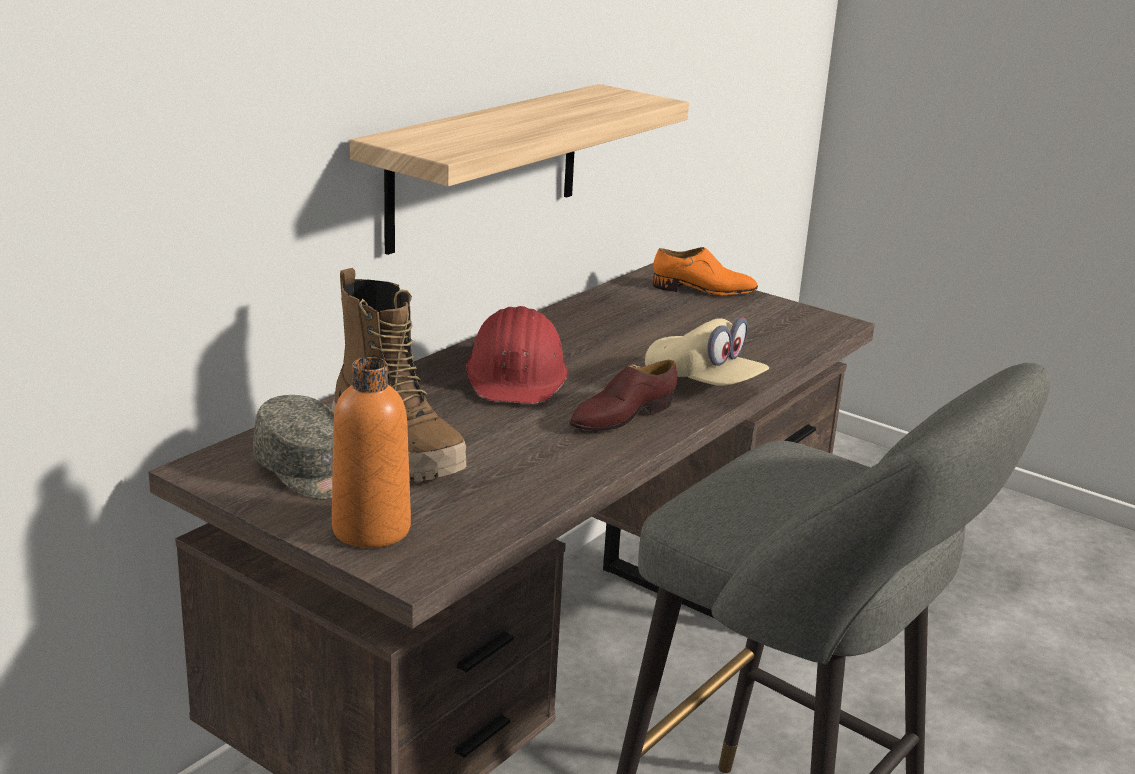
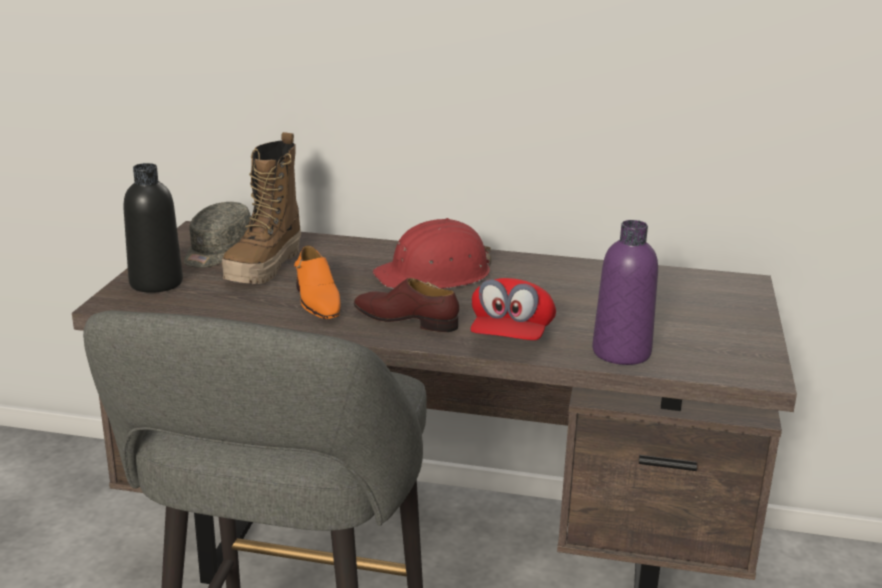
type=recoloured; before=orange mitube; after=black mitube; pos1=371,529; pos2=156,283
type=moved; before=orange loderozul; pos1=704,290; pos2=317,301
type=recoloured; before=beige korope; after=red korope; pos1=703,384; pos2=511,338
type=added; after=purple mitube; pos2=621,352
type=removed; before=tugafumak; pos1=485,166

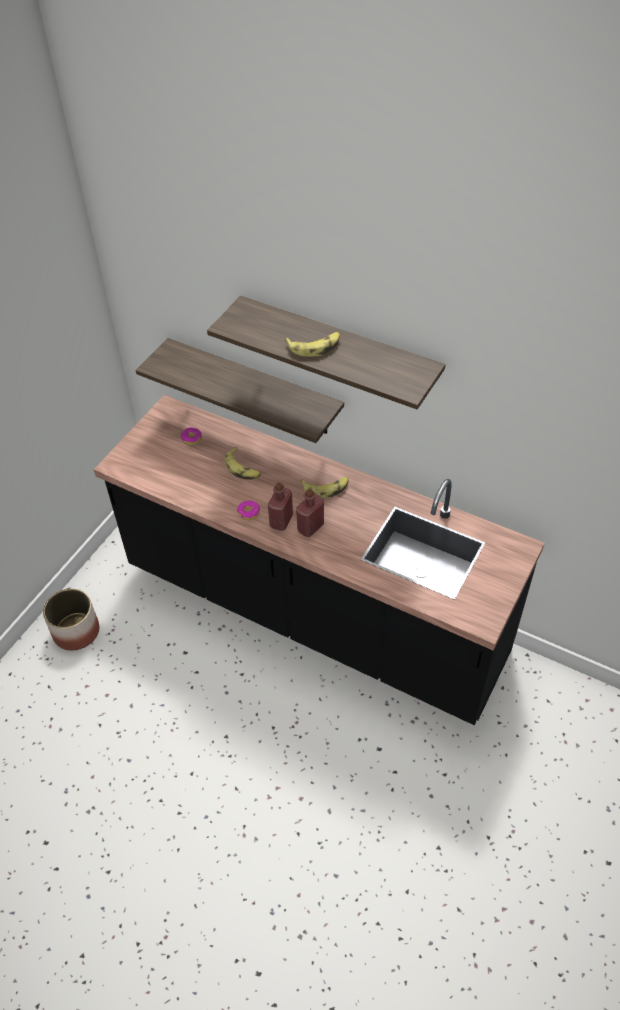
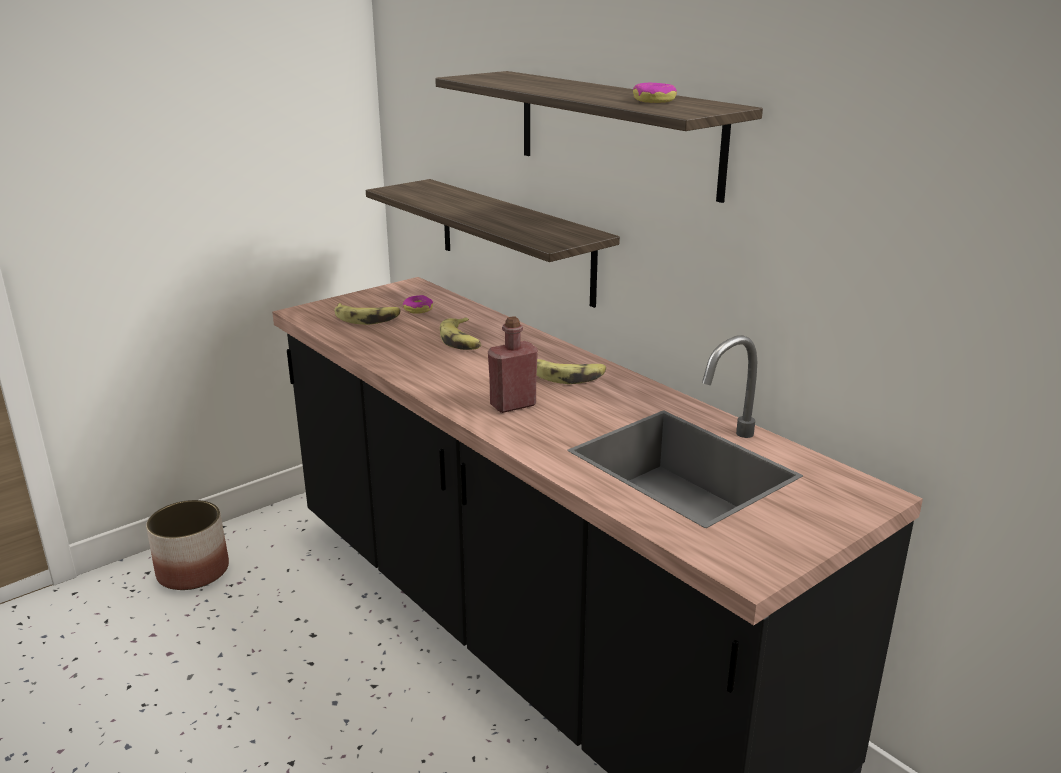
type=moved; before=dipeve; pos1=315,347; pos2=367,318
type=moved; before=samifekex; pos1=249,512; pos2=654,100
type=removed; before=red mitube; pos1=281,521

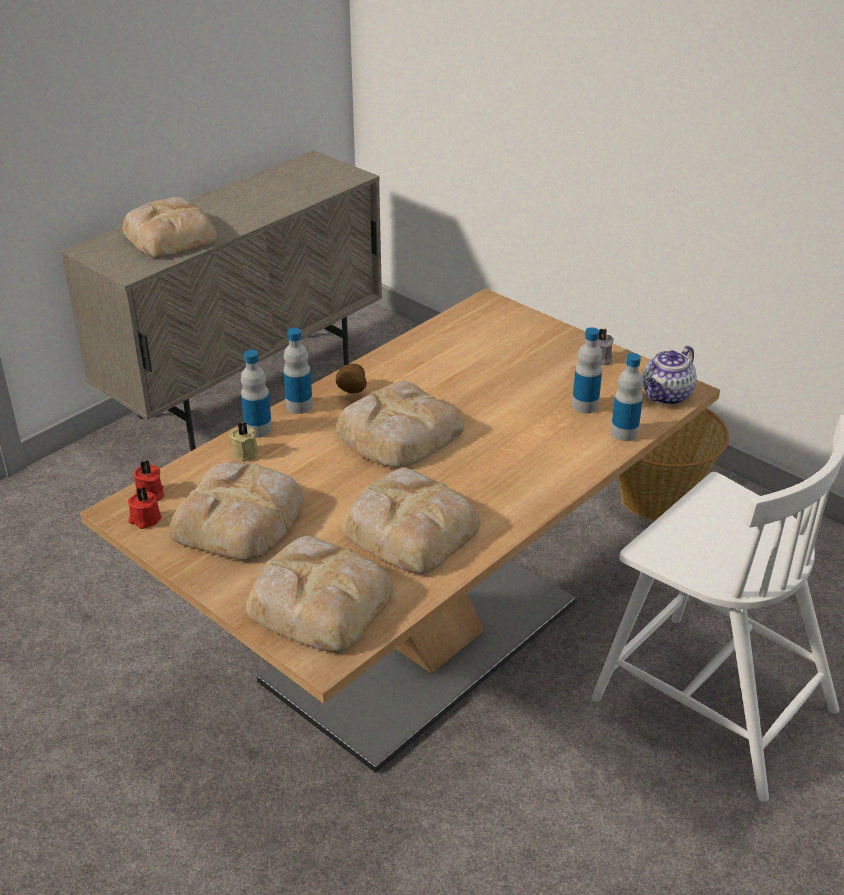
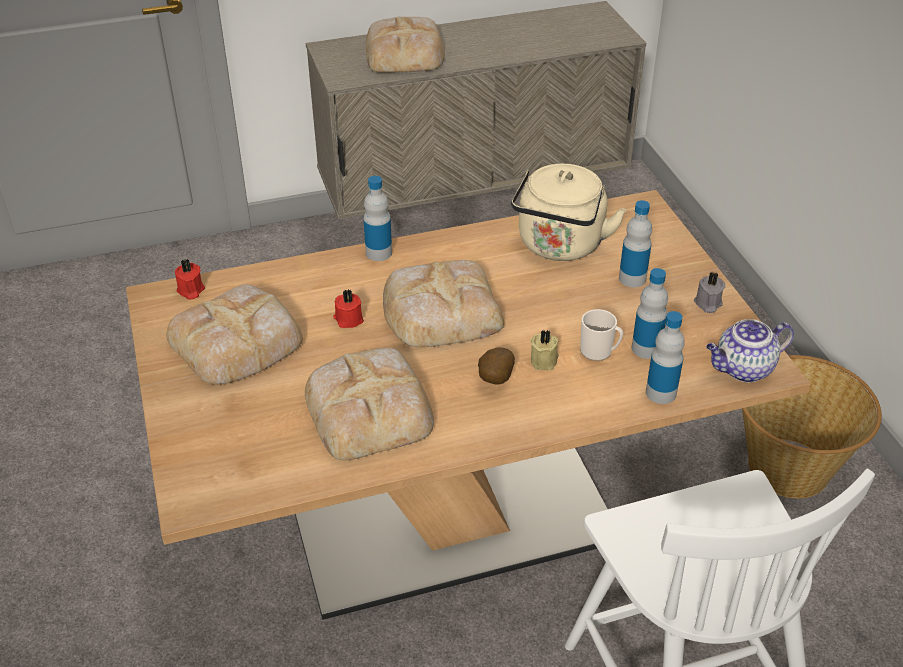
type=moved; before=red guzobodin; pos1=144,519; pos2=348,319
type=moved; before=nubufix; pos1=351,392; pos2=494,380
type=added; after=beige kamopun; pos2=559,246
type=moved; before=beige guzobodin; pos1=246,452; pos2=545,360
type=added; after=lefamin; pos2=599,352
type=moved; before=mitube; pos1=258,429; pos2=632,278
type=removed; before=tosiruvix; pos1=319,600

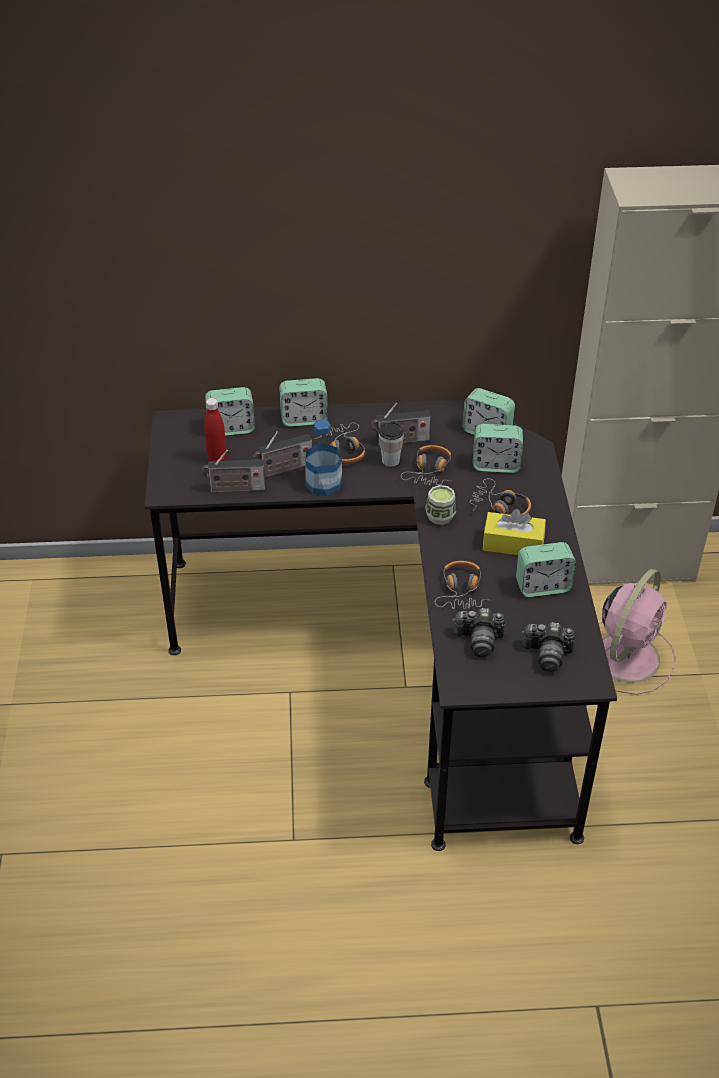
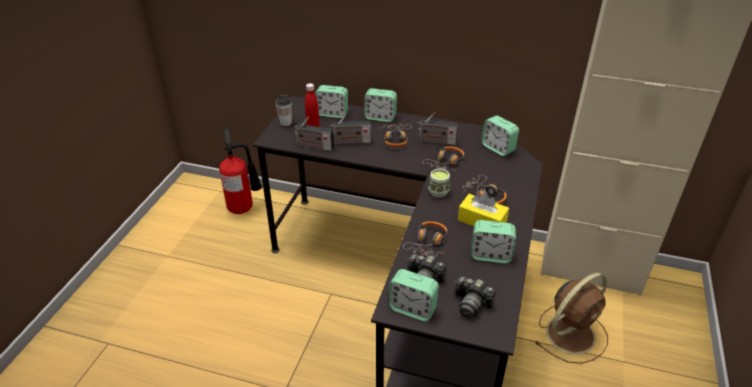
type=added; after=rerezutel; pos2=244,207
type=moved; before=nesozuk; pos1=390,460; pos2=285,122
type=moved; before=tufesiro; pos1=496,465; pos2=412,309
type=recoloured; before=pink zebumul; after=brown zebumul; pos1=628,655; pos2=572,333
type=removed; before=mitube; pos1=323,483

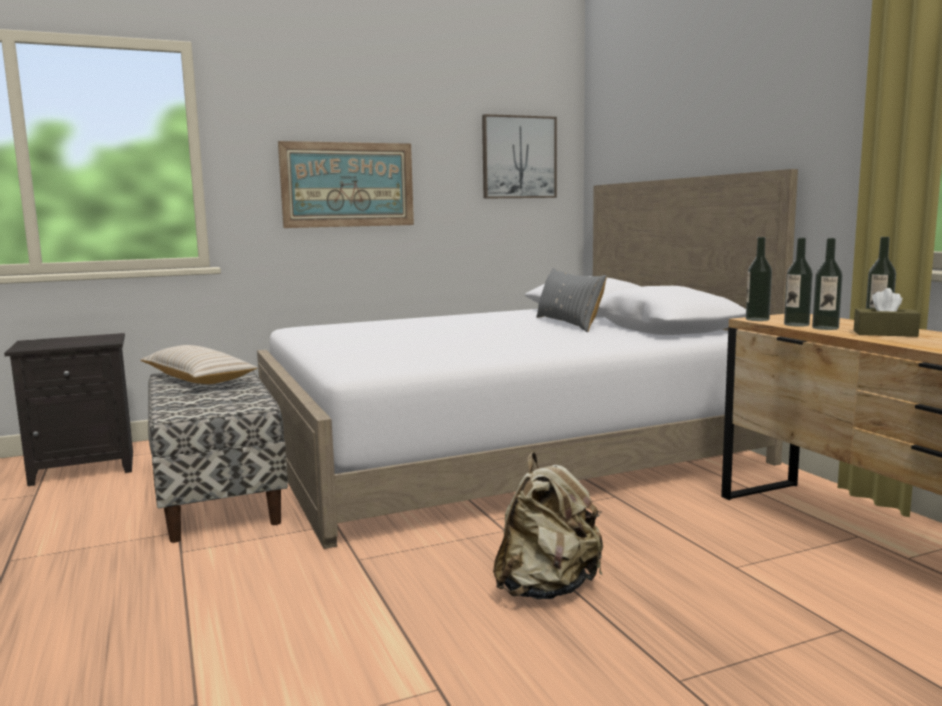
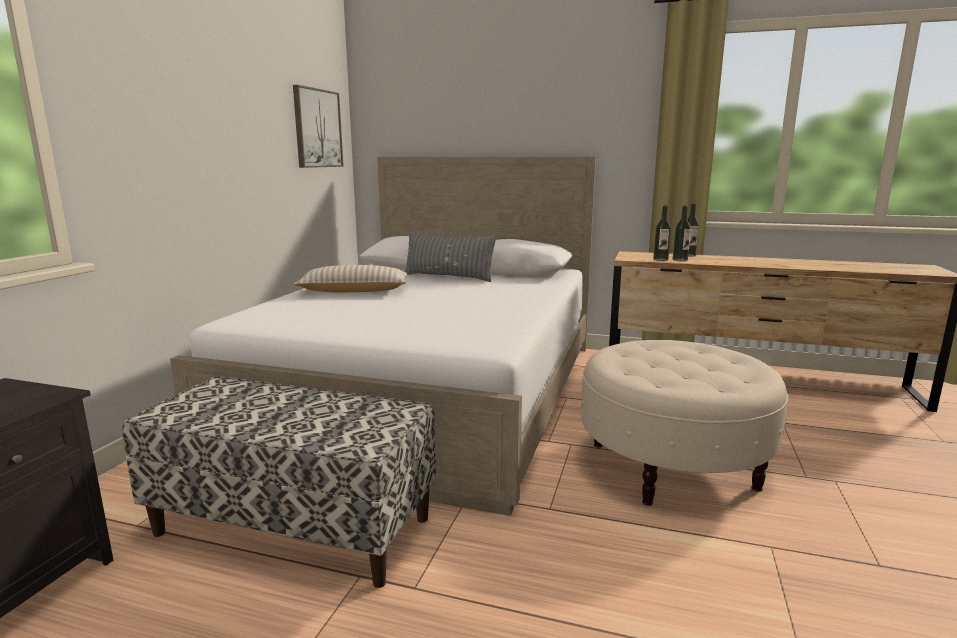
type=moved; before=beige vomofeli; pos1=198,379; pos2=354,291
type=replaced; before=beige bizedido; after=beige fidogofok; pos1=547,588; pos2=671,465
type=removed; before=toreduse; pos1=348,185
type=removed; before=mitube; pos1=757,319
type=removed; before=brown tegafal; pos1=885,333

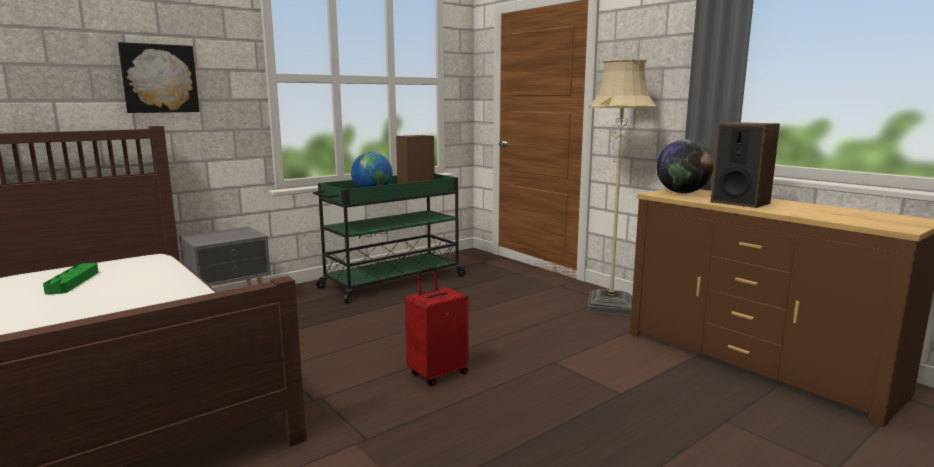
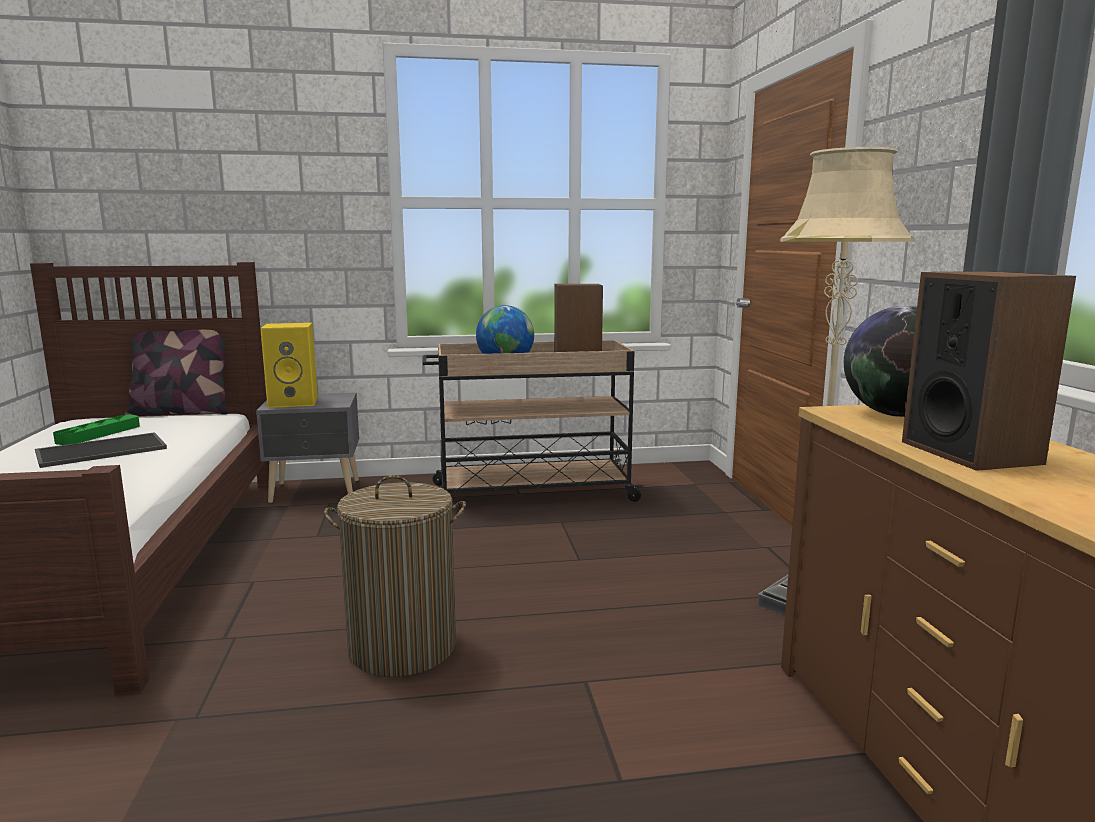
type=added; after=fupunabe; pos2=102,450
type=added; after=vomofeli; pos2=181,413
type=added; after=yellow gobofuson; pos2=294,402
type=replaced; before=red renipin; after=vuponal; pos1=437,374; pos2=403,647
type=recoloured; before=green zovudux; after=beige zovudux; pos1=391,282; pos2=530,493
type=removed; before=toreduse; pos1=159,78

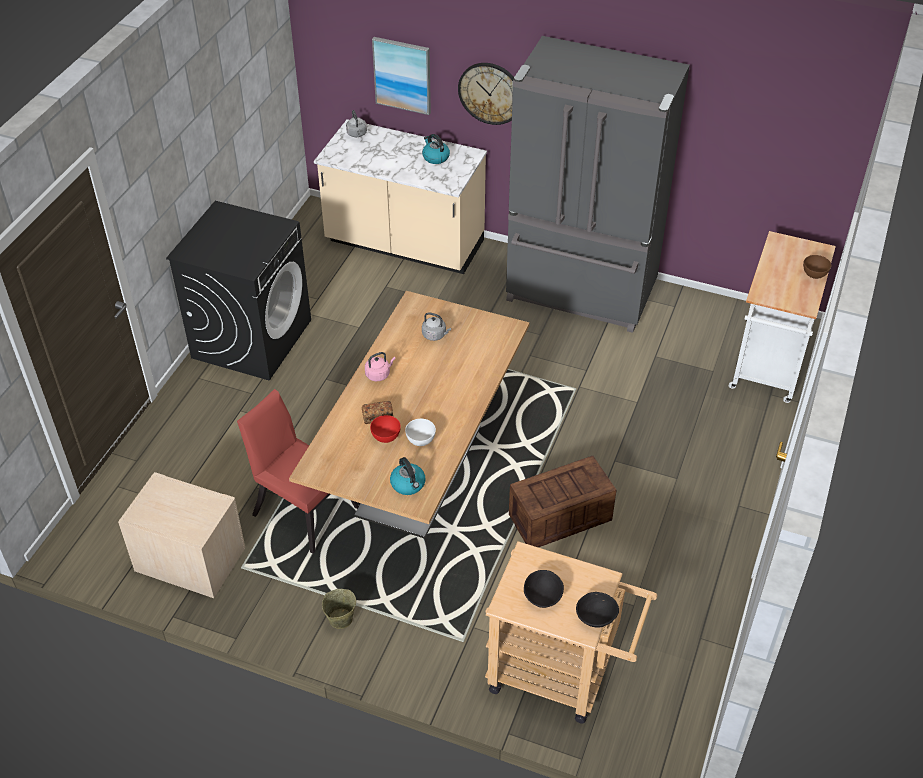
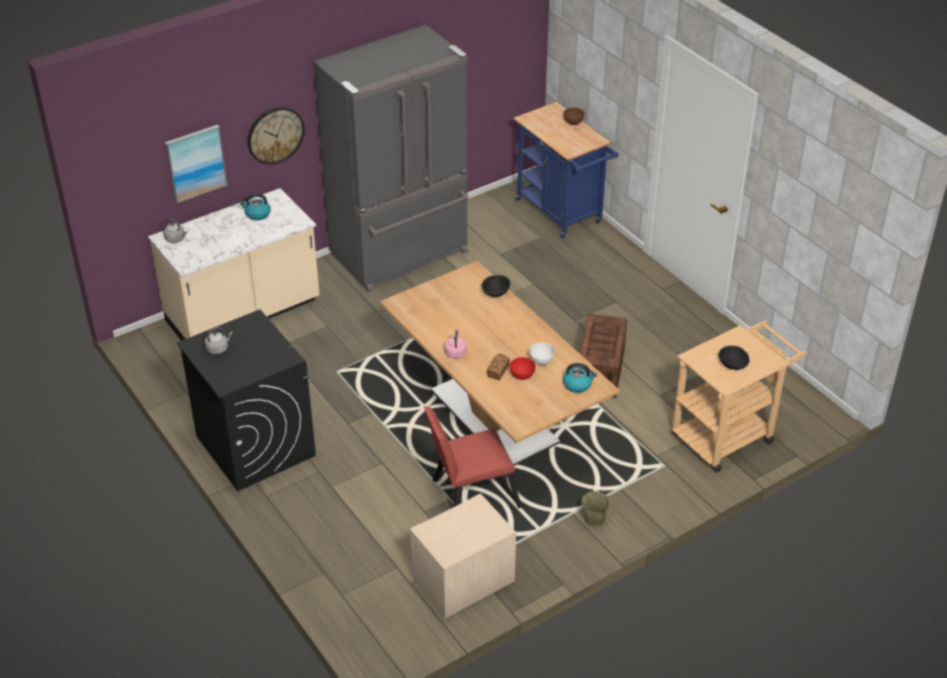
type=moved; before=grey kamopun; pos1=435,335; pos2=218,348
type=moved; before=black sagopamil; pos1=596,618; pos2=496,293
type=recoloured; before=white zovudux; after=blue zovudux; pos1=768,368; pos2=562,214

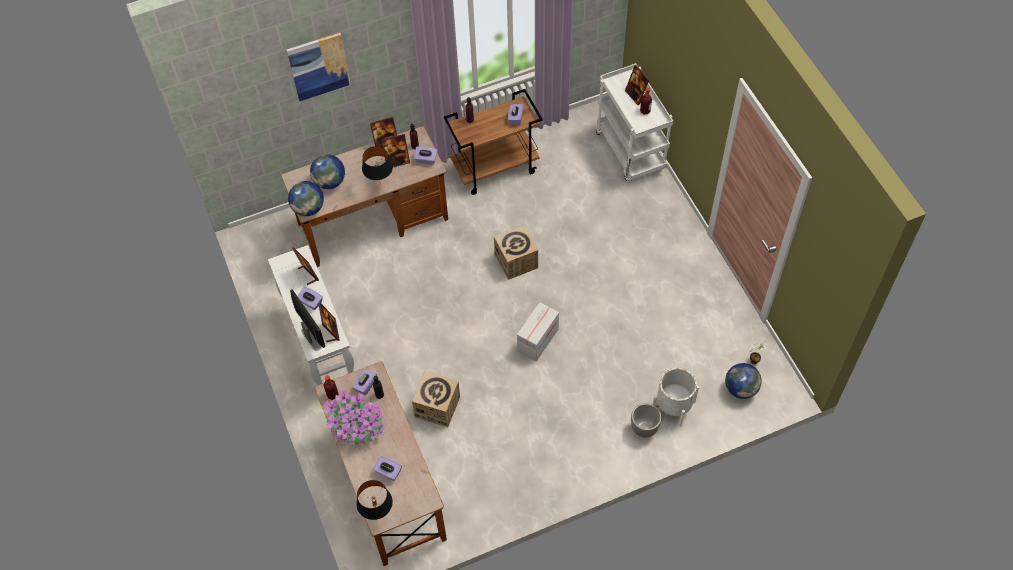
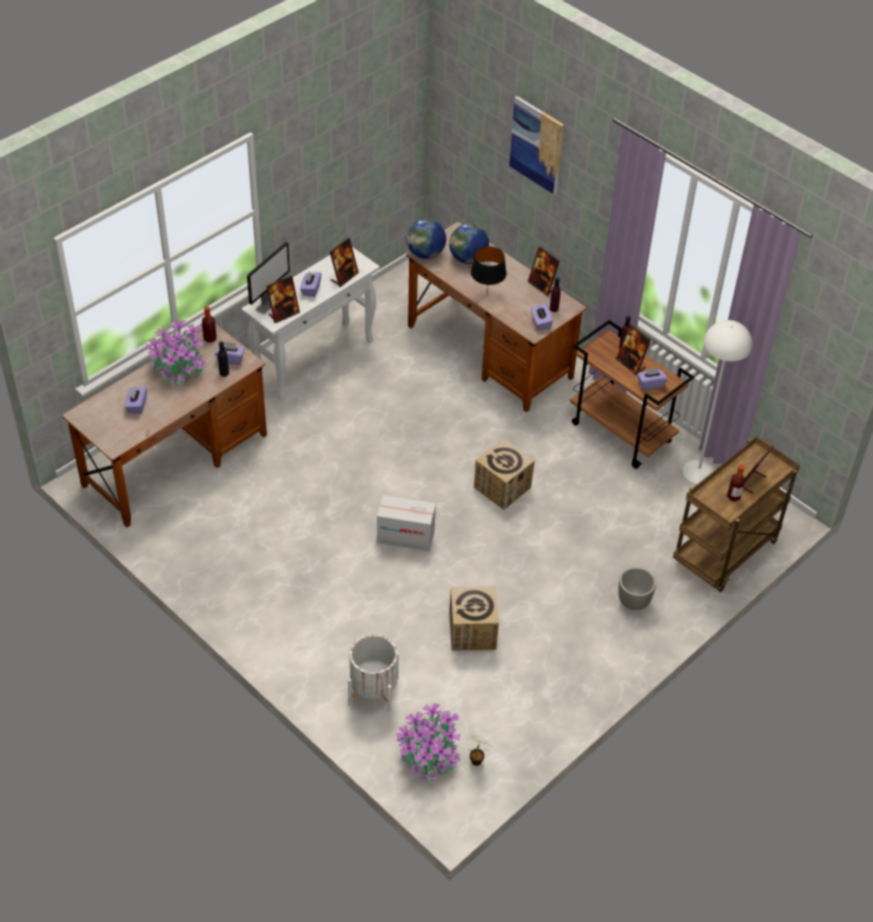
type=replaced; before=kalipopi; after=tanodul; pos1=740,388; pos2=429,756
type=moved; before=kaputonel; pos1=437,407; pos2=472,631
type=moved; before=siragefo; pos1=397,161; pos2=631,364
type=moved; before=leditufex; pos1=644,428; pos2=633,601
type=recoloured; before=white zovudux; after=brown zovudux; pos1=631,152; pos2=725,554
type=added; after=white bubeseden; pos2=699,472
type=removed; before=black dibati; pos1=378,514

